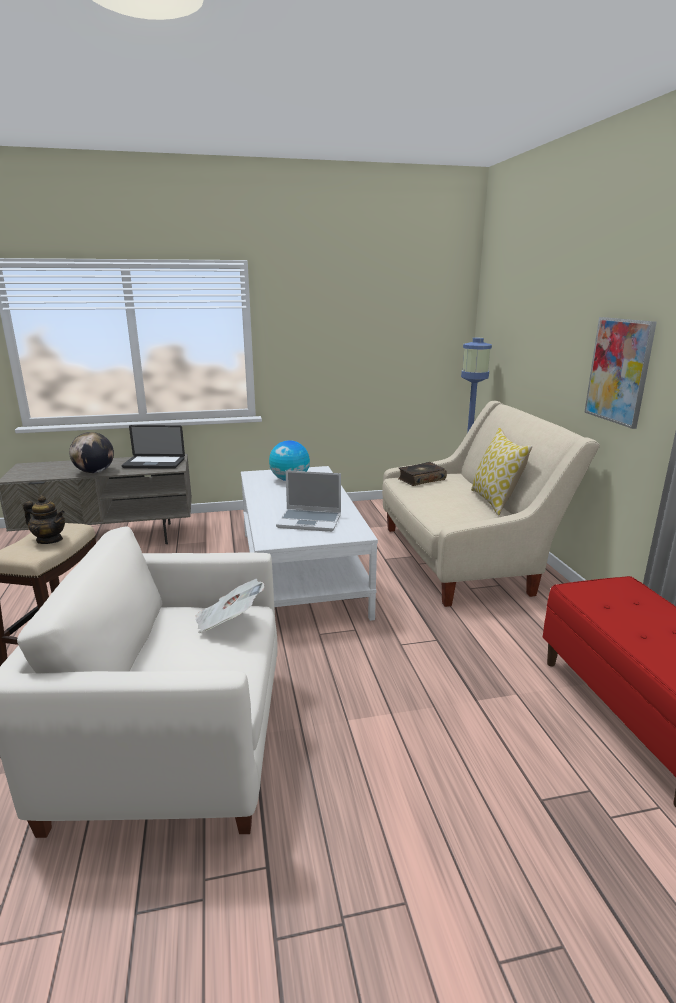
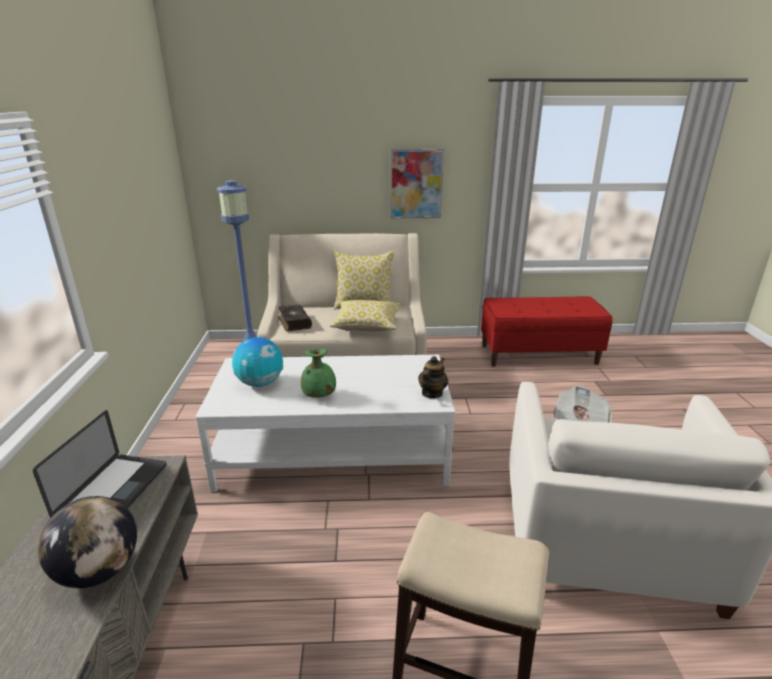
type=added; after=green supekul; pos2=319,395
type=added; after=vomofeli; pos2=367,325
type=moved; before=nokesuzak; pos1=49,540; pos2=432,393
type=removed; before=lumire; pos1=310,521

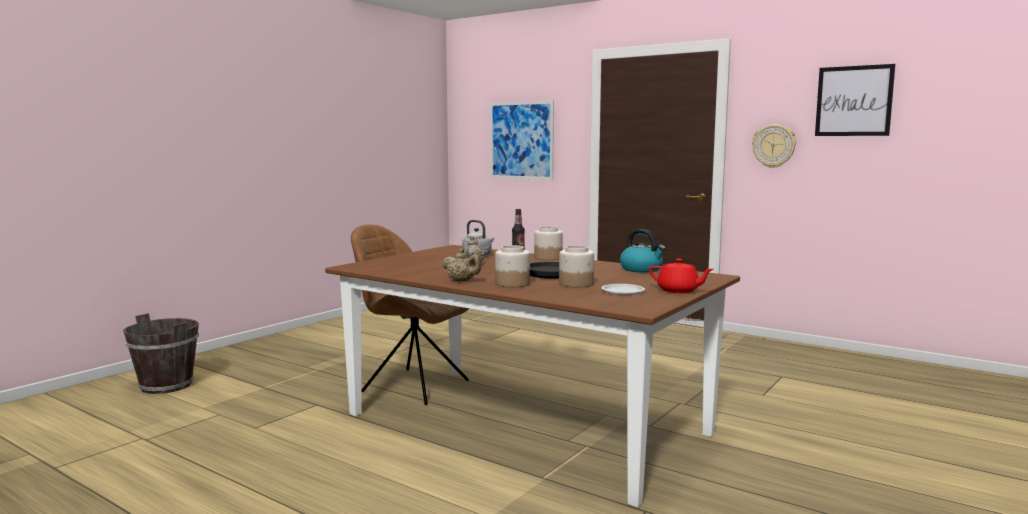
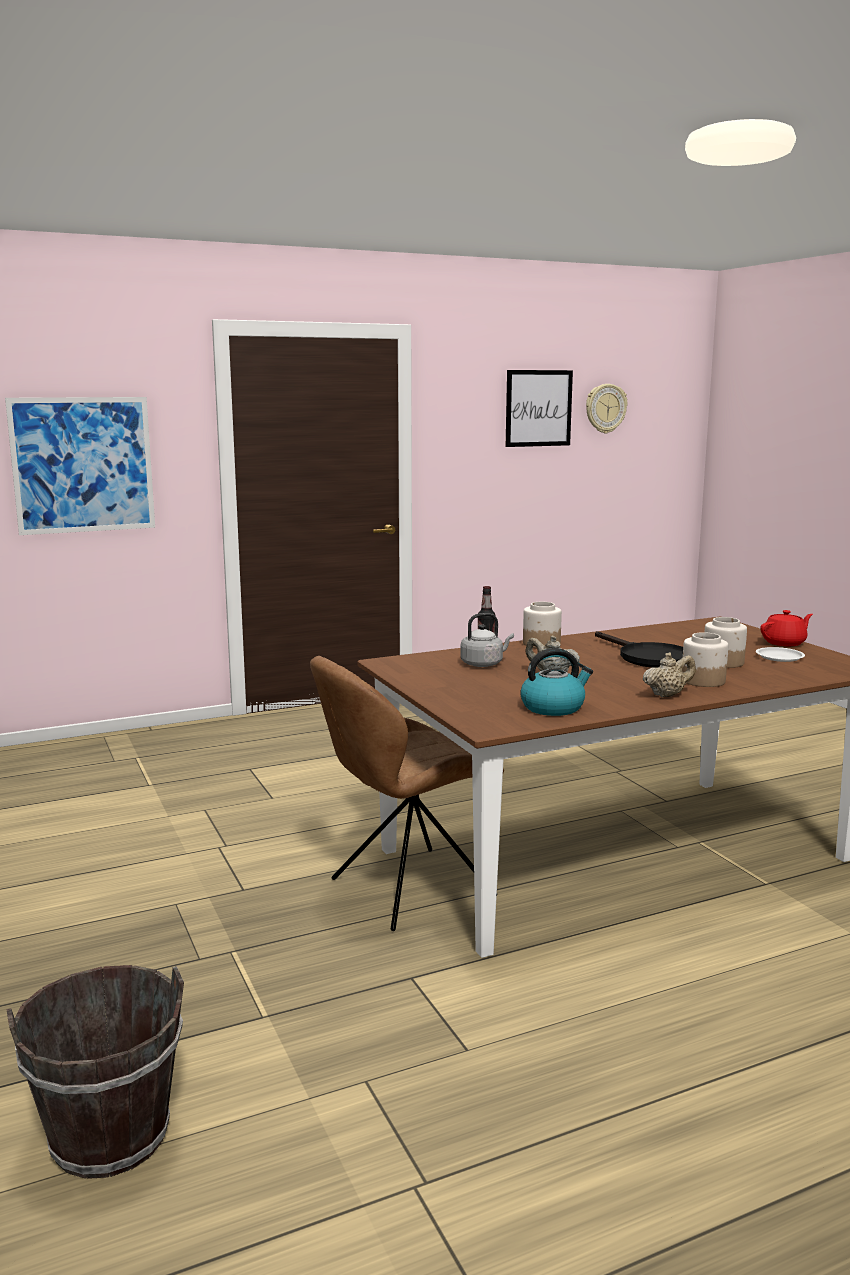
type=moved; before=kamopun; pos1=642,269; pos2=553,707
type=moved; before=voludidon; pos1=774,146; pos2=605,408

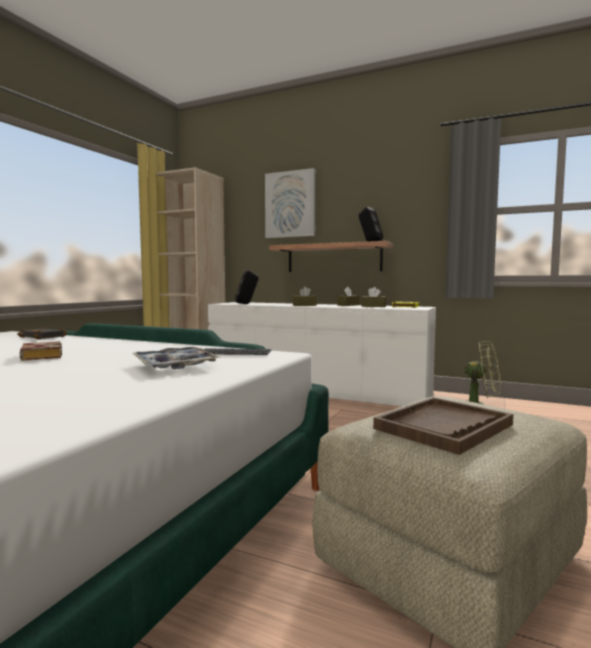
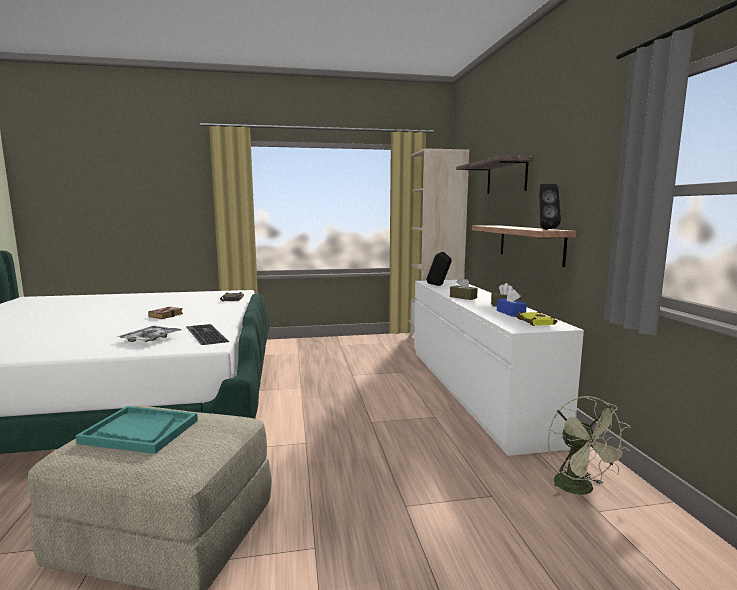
type=recoloured; before=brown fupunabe; after=turquoise fupunabe; pos1=444,427; pos2=139,431
type=replaced; before=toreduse; after=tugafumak; pos1=290,204; pos2=506,177
type=recoloured; before=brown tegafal; after=blue tegafal; pos1=373,306; pos2=510,313

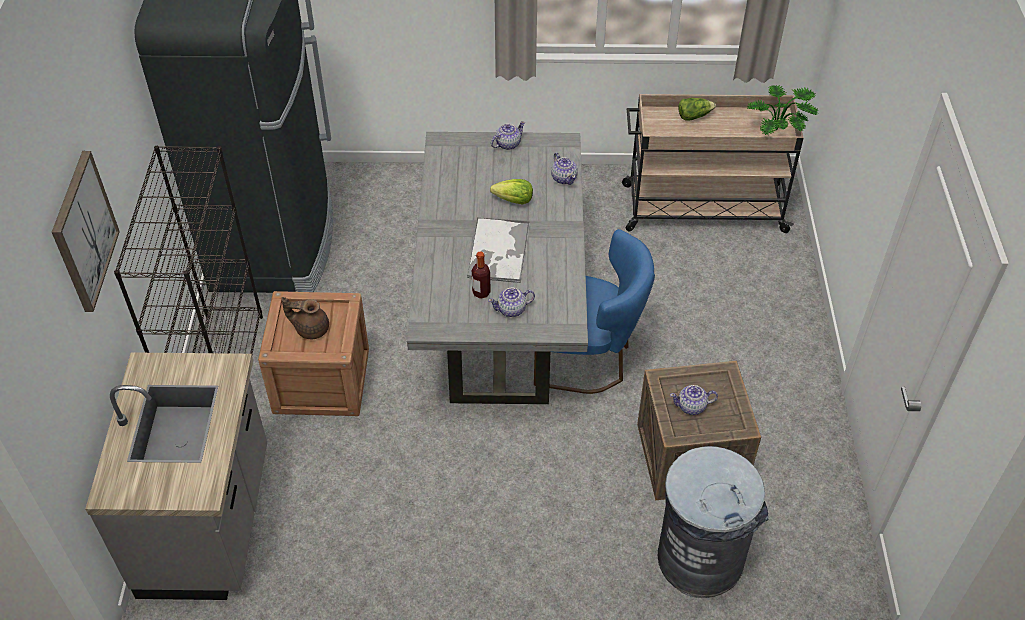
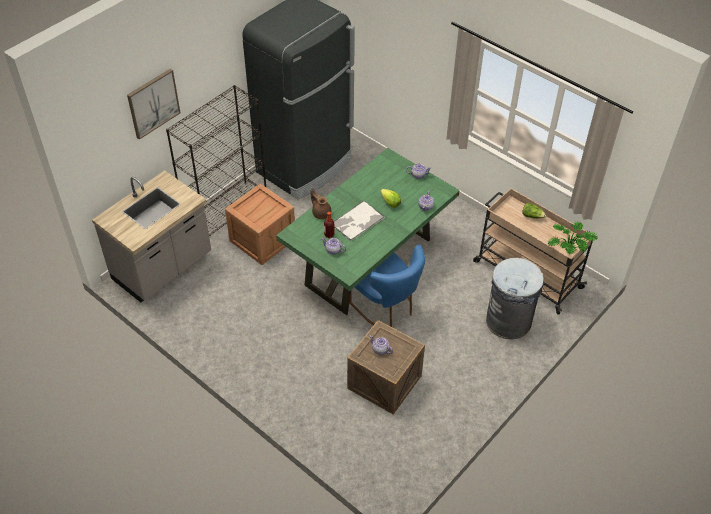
type=recoloured; before=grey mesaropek; after=green mesaropek; pos1=502,317; pos2=368,263
type=moved; before=brown nokesuzak; pos1=311,328; pos2=321,213
type=moved; before=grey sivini; pos1=700,558; pos2=509,321

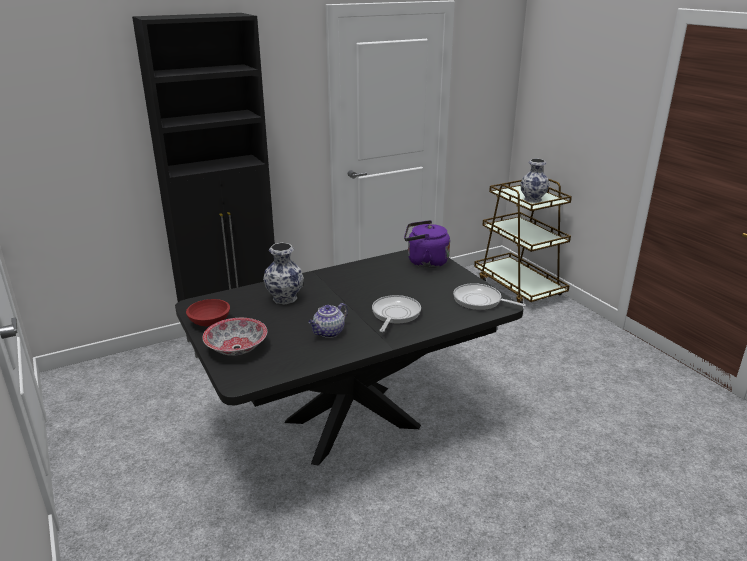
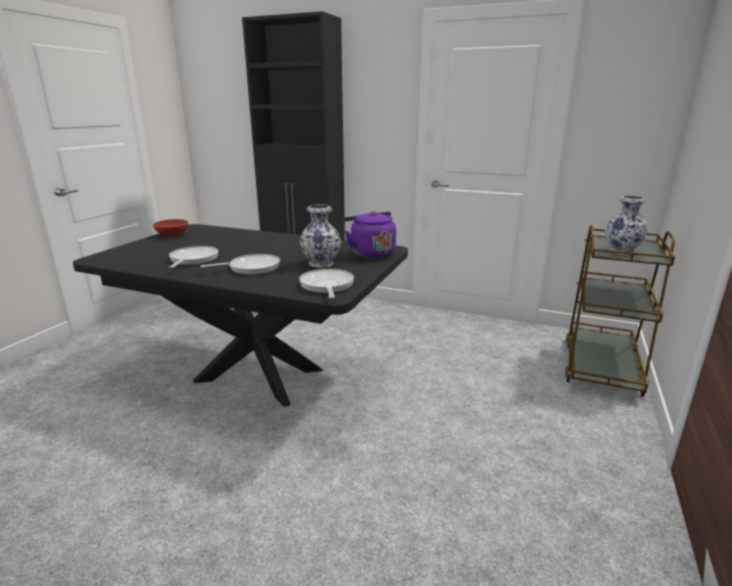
type=replaced; before=nokesuzak; after=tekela; pos1=328,332; pos2=193,260
type=moved; before=supekul; pos1=284,299; pos2=320,264
type=removed; before=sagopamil; pos1=236,348

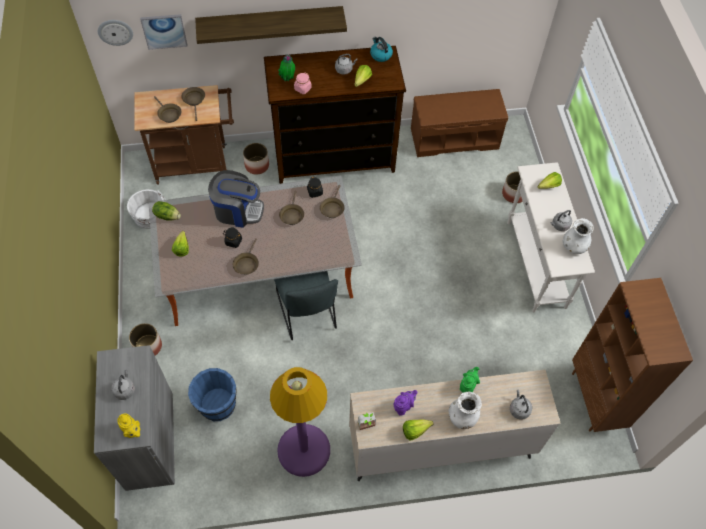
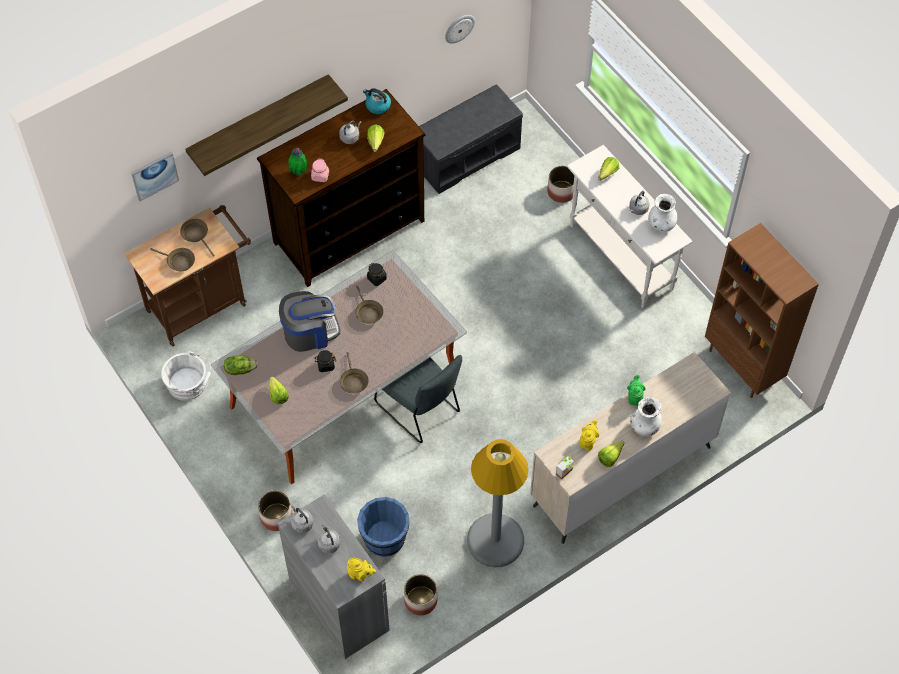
type=moved; before=grey kamopun; pos1=519,409; pos2=301,523
type=moved; before=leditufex; pos1=257,165; pos2=421,600
type=recoloured; before=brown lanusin; after=grey lanusin; pos1=455,138; pos2=467,155
type=moved; before=voludidon; pos1=115,32; pos2=459,28
type=recoloured; before=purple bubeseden; after=grey bubeseden; pos1=303,450; pos2=495,541
type=recoloured; before=purple nokesuzak; after=yellow nokesuzak; pos1=403,406; pos2=588,441
type=removed; before=brown tekela; pos1=332,208

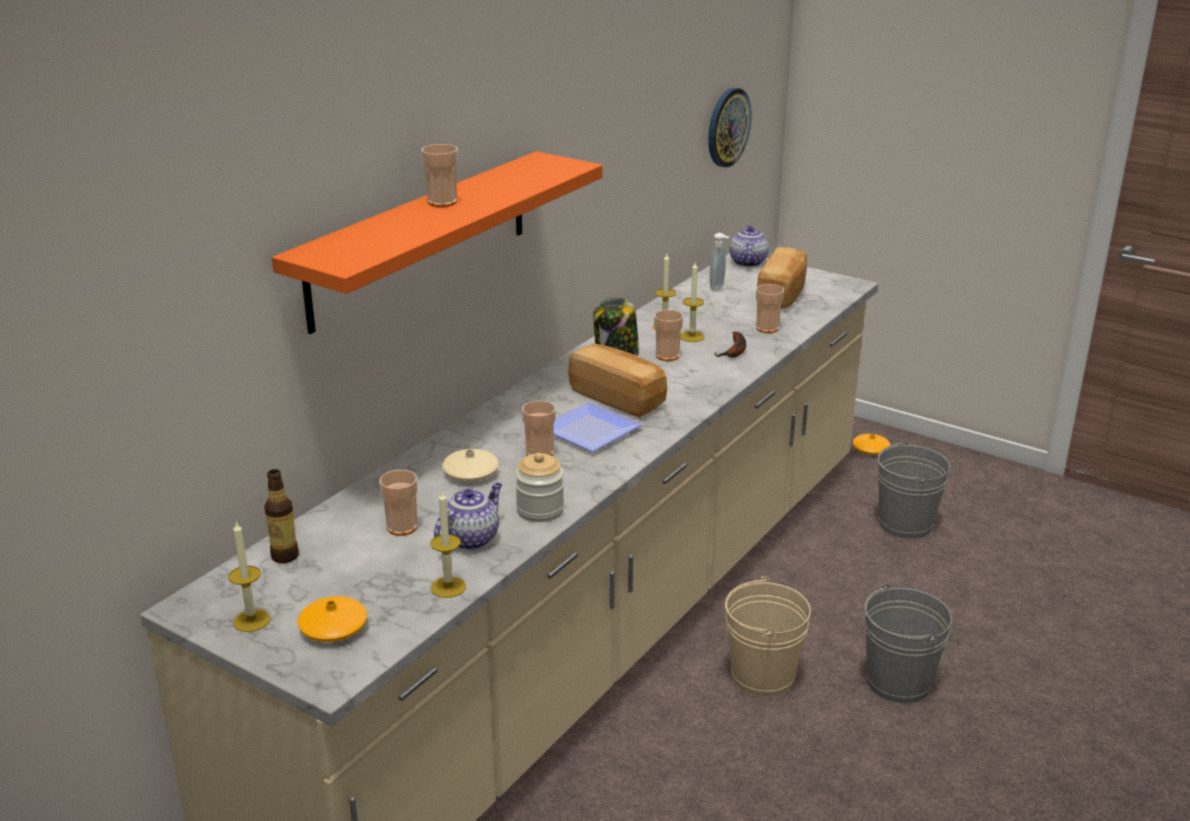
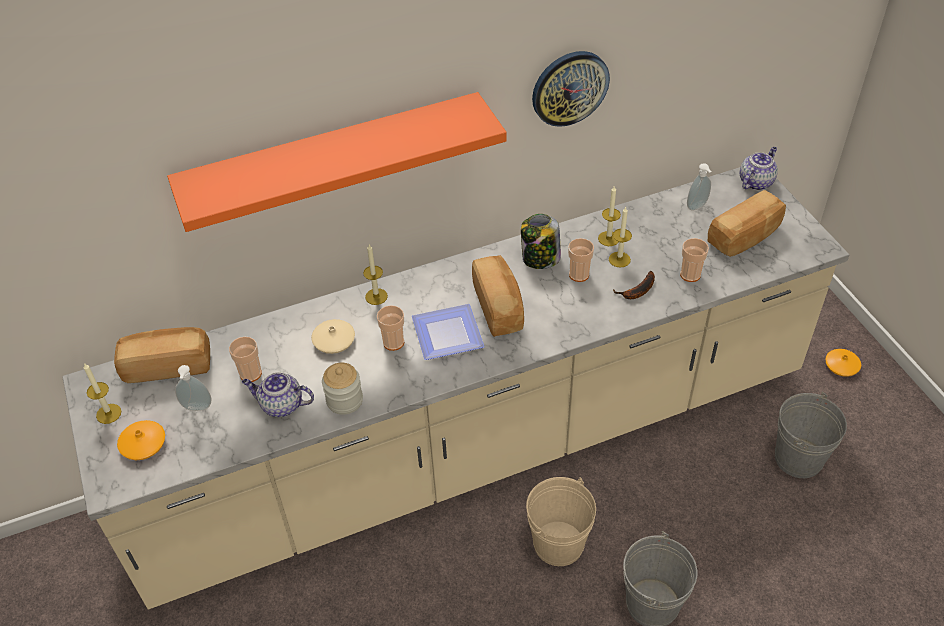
type=replaced; before=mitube; after=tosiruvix; pos1=285,556; pos2=168,365
type=added; after=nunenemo; pos2=197,408
type=turned; before=nokesuzak; pos1=470,538; pos2=281,405; turn=-150
type=moved; before=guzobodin; pos1=448,587; pos2=376,296
type=moved; before=voludidon; pos1=727,127; pos2=569,88
type=removed; before=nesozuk; pos1=442,202

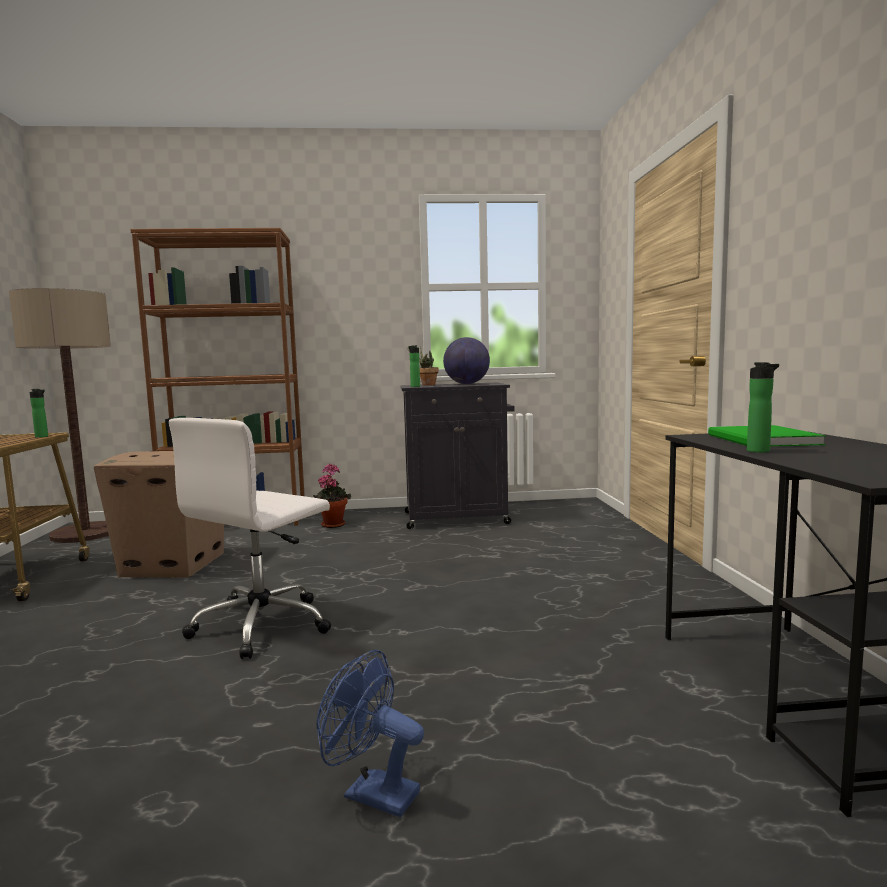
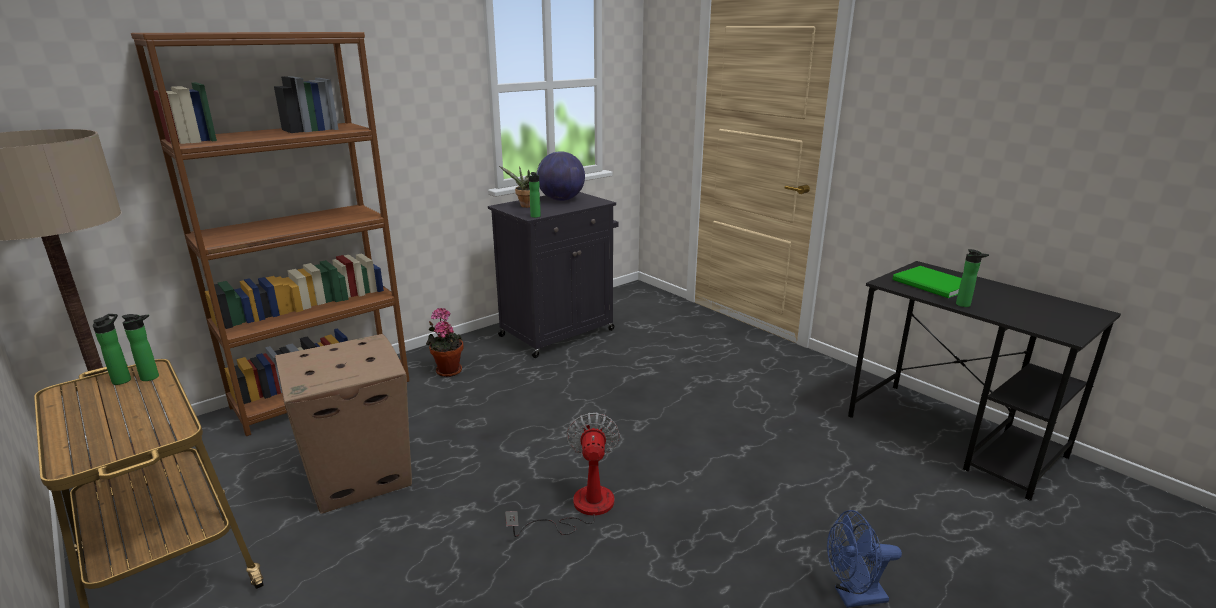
type=added; after=mitube; pos2=123,379
type=replaced; before=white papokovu; after=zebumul; pos1=263,624; pos2=580,508

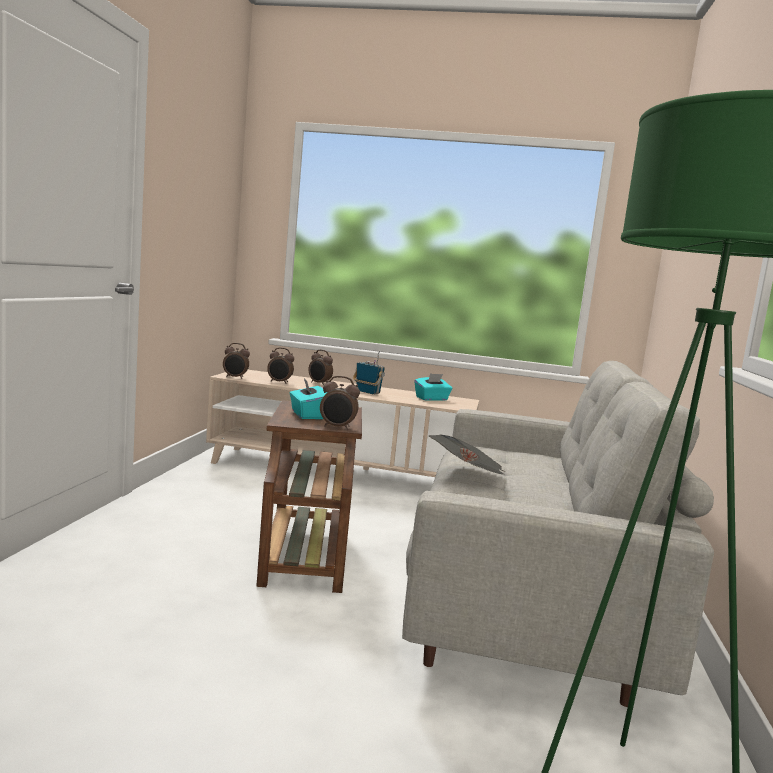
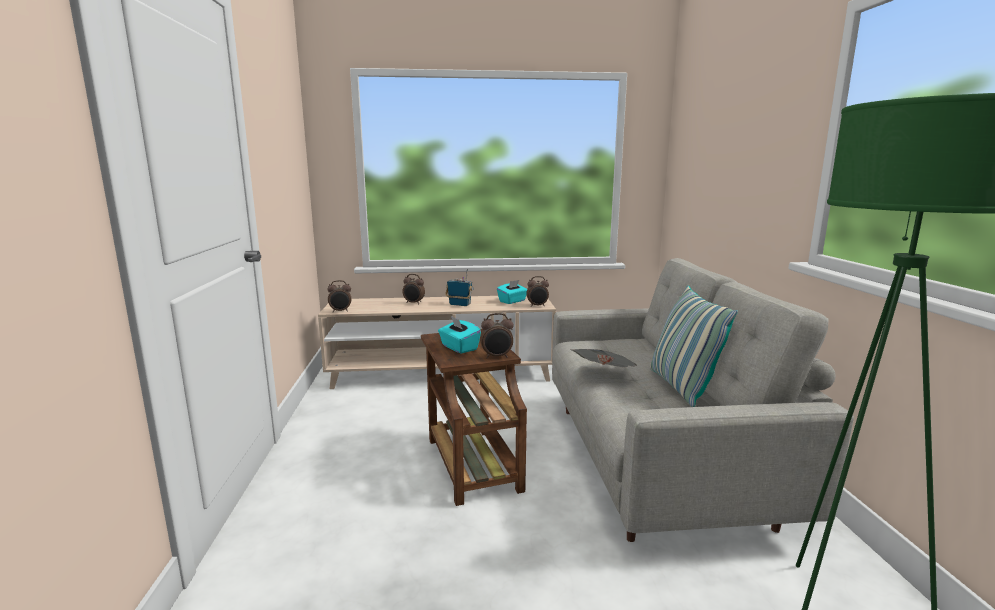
type=moved; before=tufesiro; pos1=279,382; pos2=537,306
type=added; after=vomofeli; pos2=681,386

